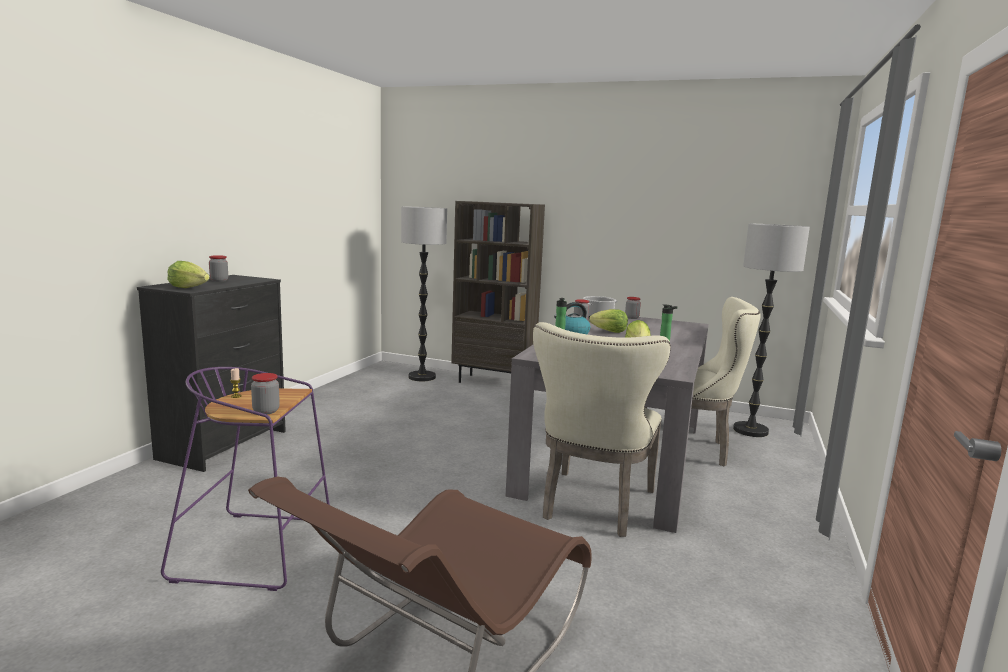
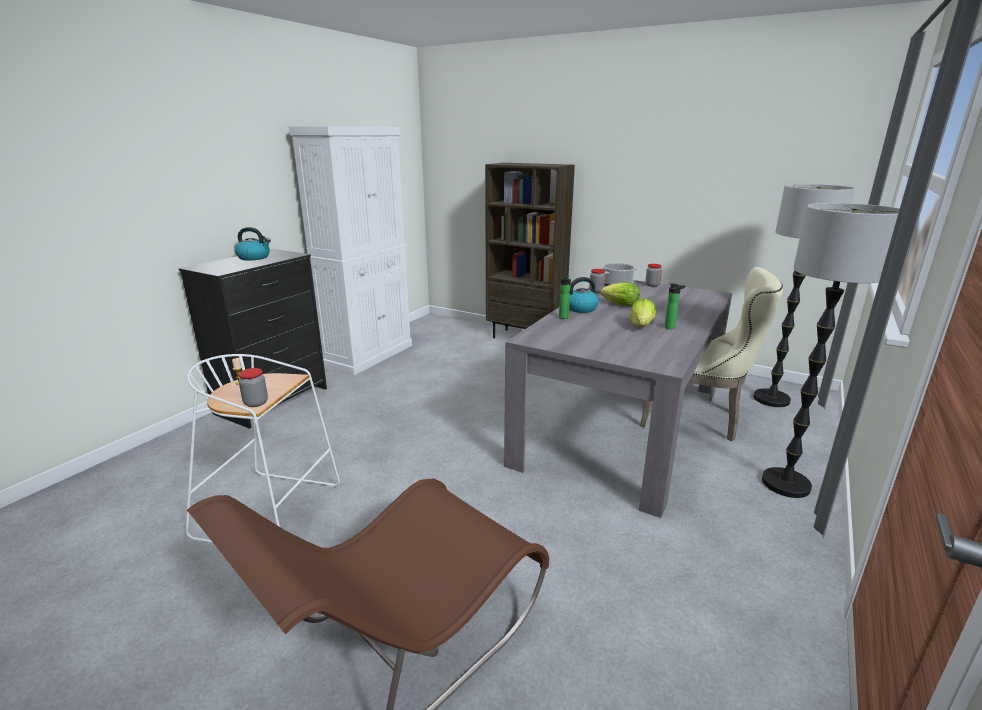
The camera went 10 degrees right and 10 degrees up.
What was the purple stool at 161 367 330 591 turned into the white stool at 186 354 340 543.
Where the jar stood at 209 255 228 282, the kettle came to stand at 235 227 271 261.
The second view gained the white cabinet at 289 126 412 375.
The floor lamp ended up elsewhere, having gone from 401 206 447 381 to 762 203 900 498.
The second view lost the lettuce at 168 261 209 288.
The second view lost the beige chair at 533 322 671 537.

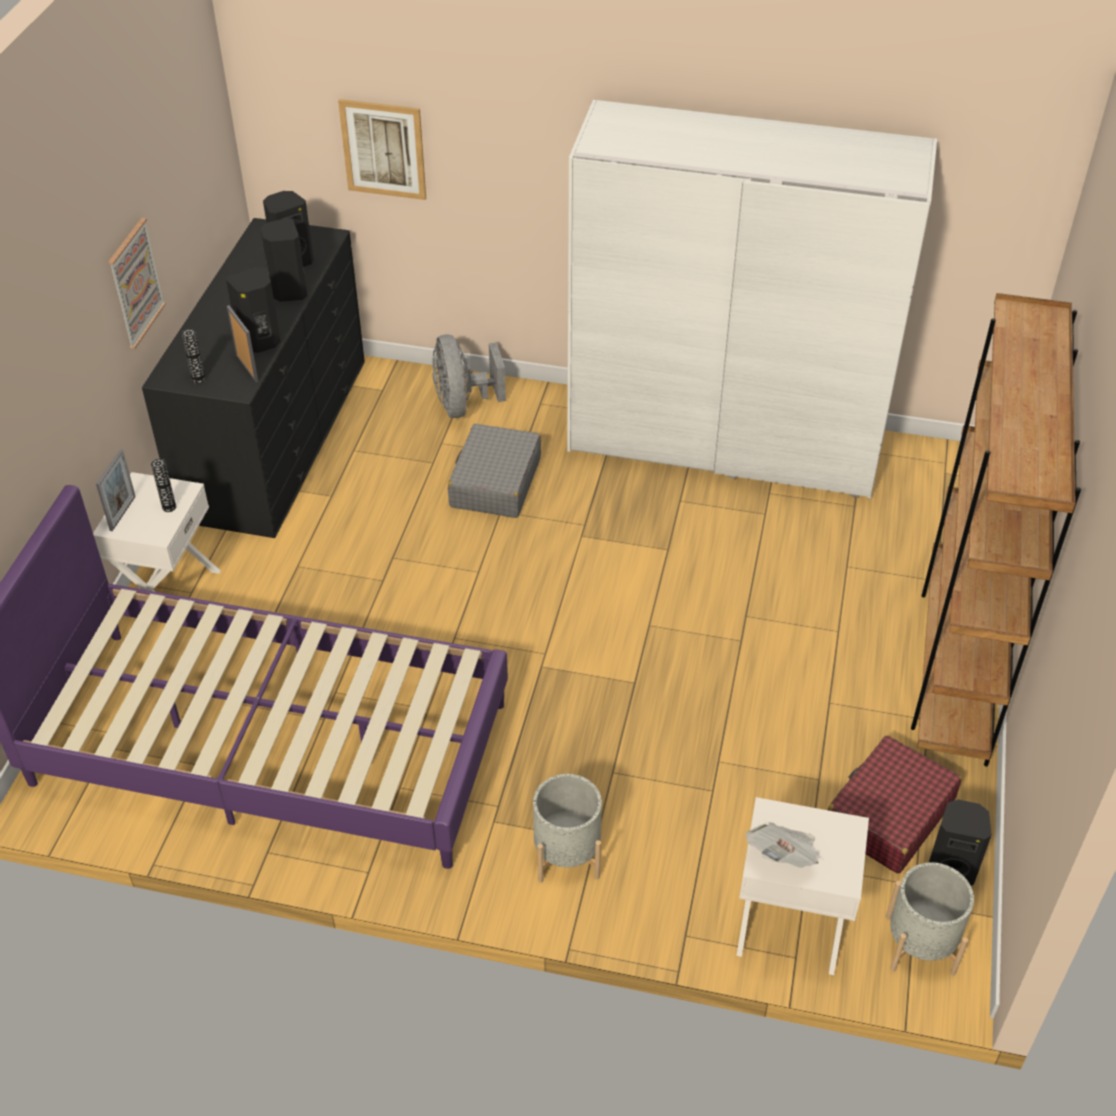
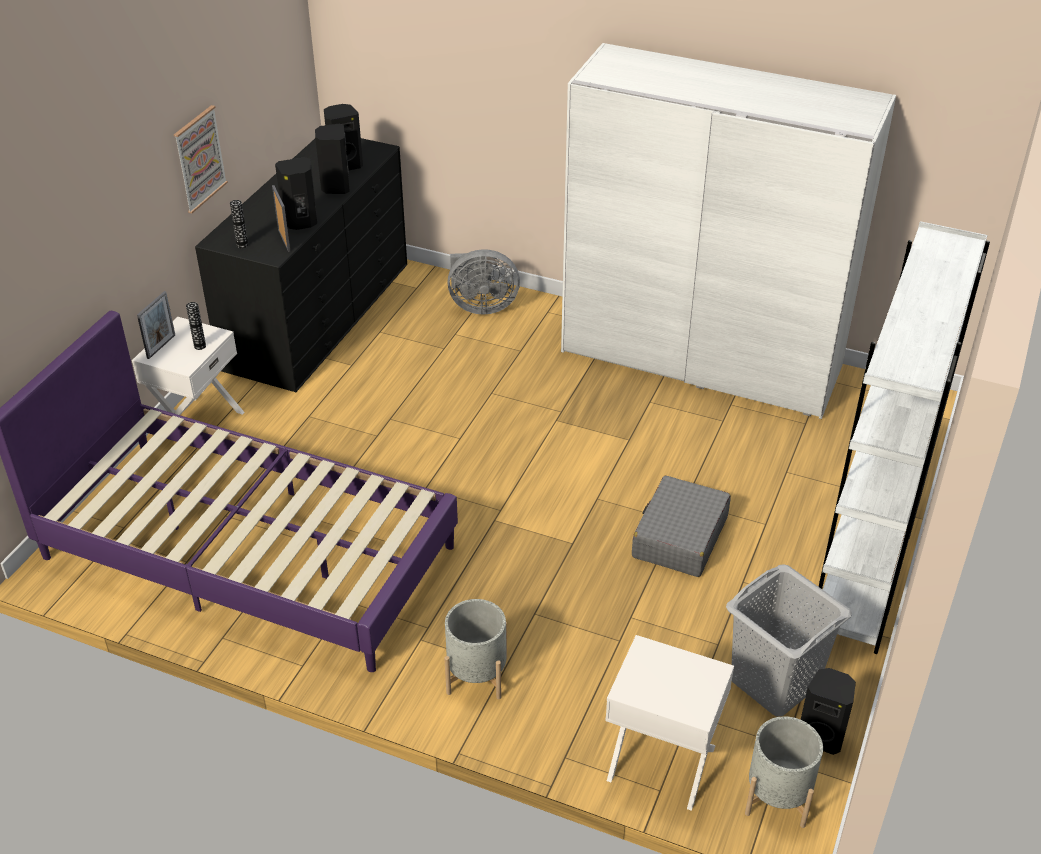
The camera went 10 degrees right and 5 degrees down.
The grey fan at 432 334 506 418 ended up facing another way, 90 degrees counterclockwise from before.
The grey suitcase ended up elsewhere, having gone from 448 424 541 518 to 632 476 731 577.
Where the red suitcase stood at 827 735 961 874, the grey laundry basket came to stand at 726 564 852 717.
What was the brown bookcase at 911 293 1081 767 turned into the white bookcase at 819 221 990 654.
The second view lost the picture at 338 99 426 200.
The second view lost the newspaper at 746 822 819 868.

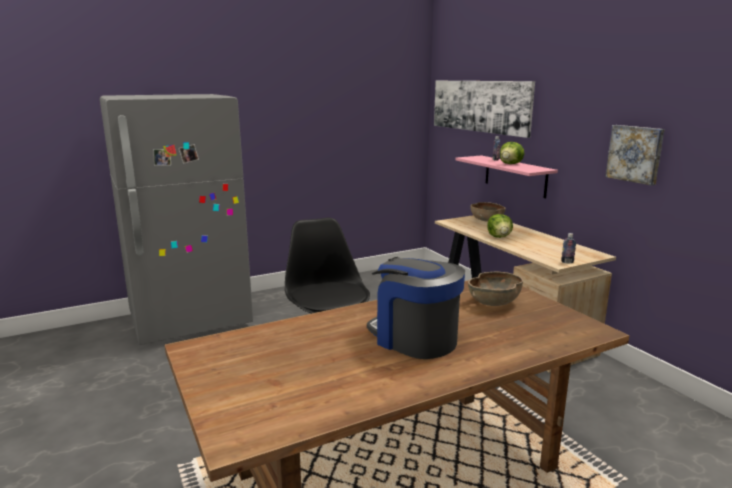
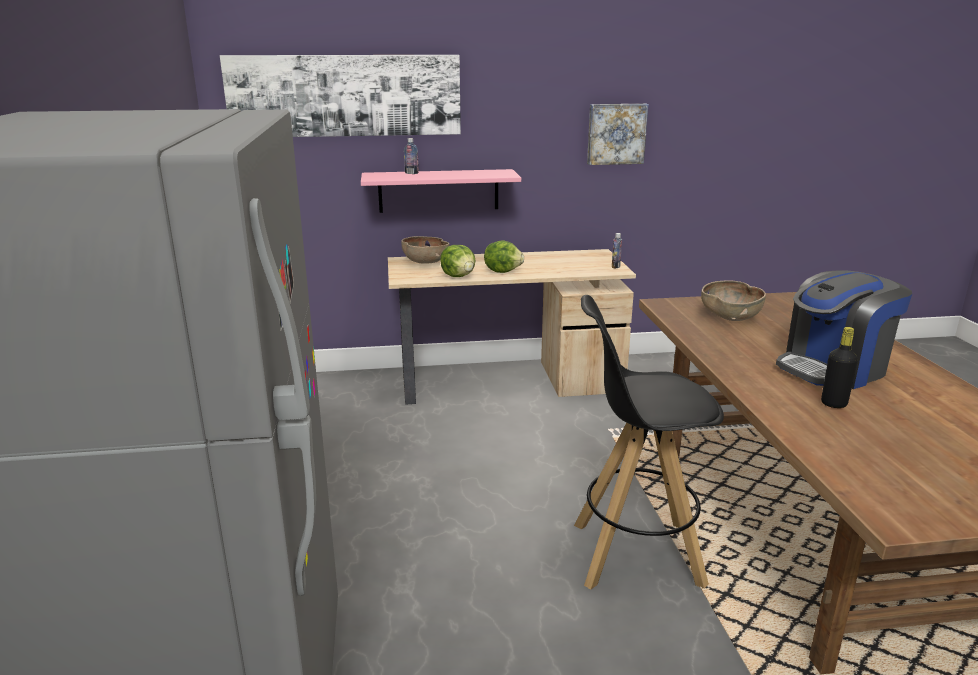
The camera went 70 degrees left and 5 degrees up.
The lettuce ended up elsewhere, having gone from 500 142 524 164 to 440 245 476 277.
The second view gained the black bottle at 821 327 858 408.

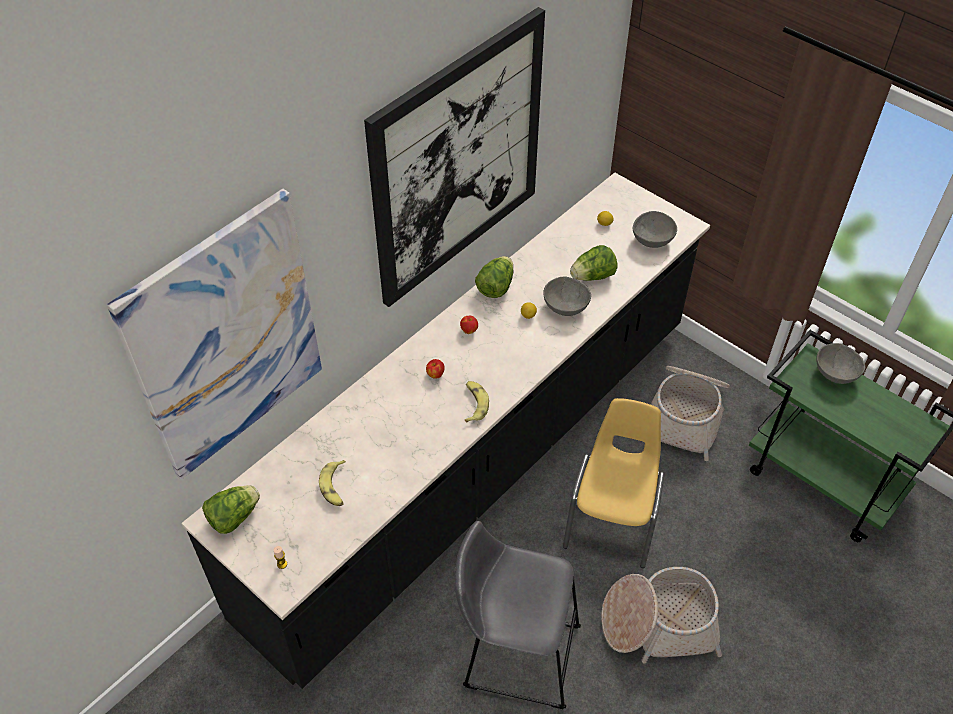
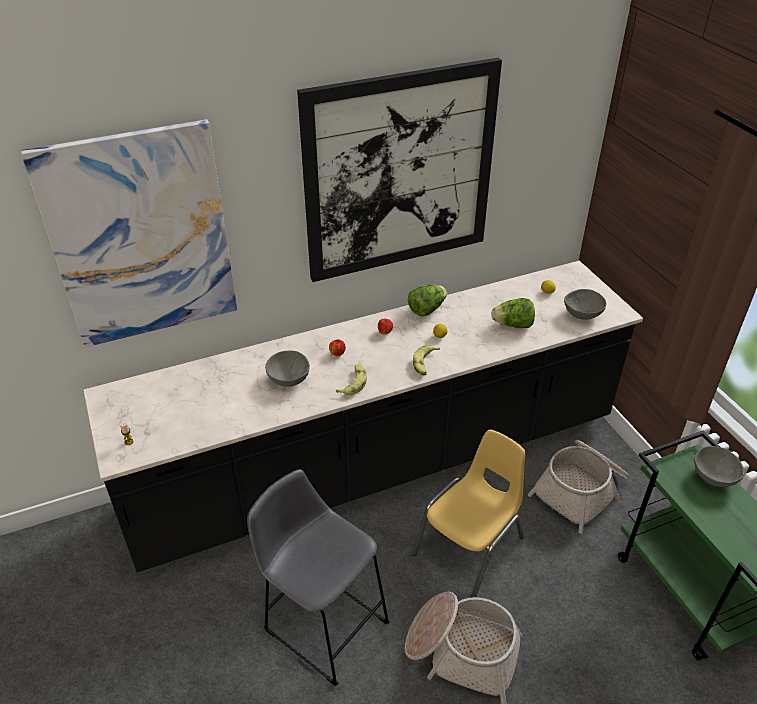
The camera went 25 degrees right and 10 degrees down.
The grey bowl ended up elsewhere, having gone from 543 277 591 316 to 265 351 310 387.
The banana ended up elsewhere, having gone from 319 460 346 506 to 413 345 440 375.
The second view lost the lettuce at 202 485 260 534.

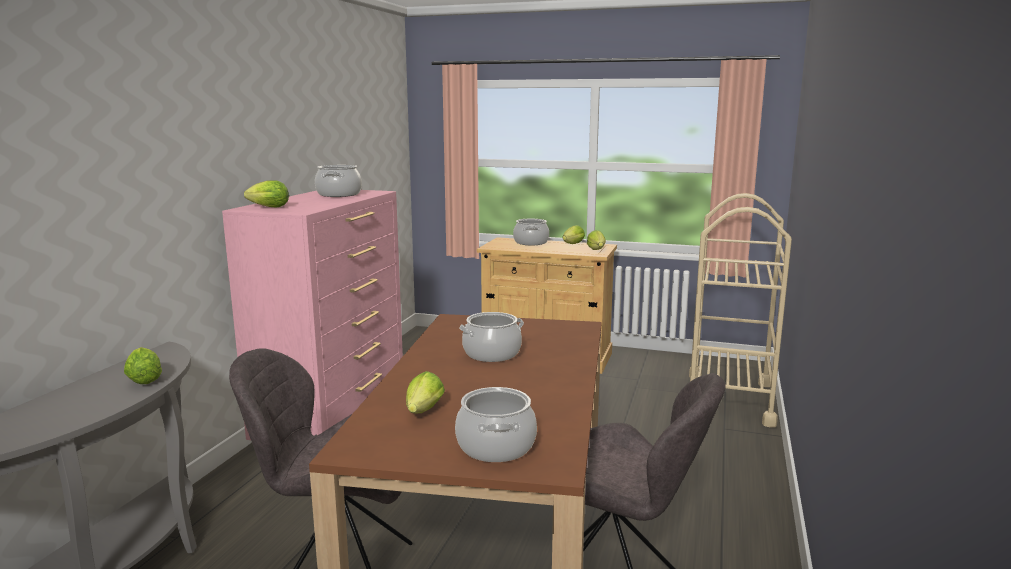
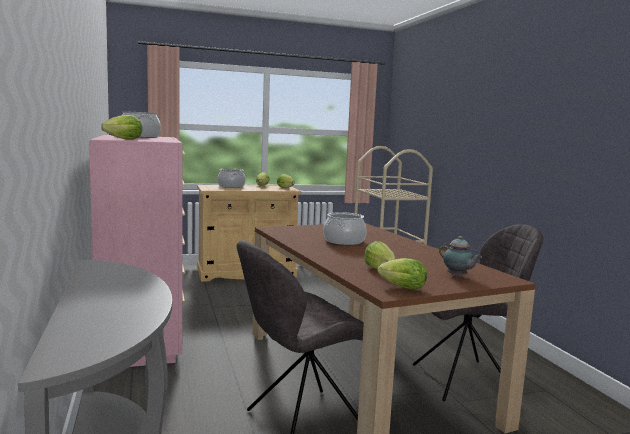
The camera went 35 degrees left and 5 degrees down.
The lettuce ended up elsewhere, having gone from 124 347 162 384 to 377 258 427 290.
Where the cooking pot stood at 455 387 537 462, the teapot came to stand at 439 236 482 277.

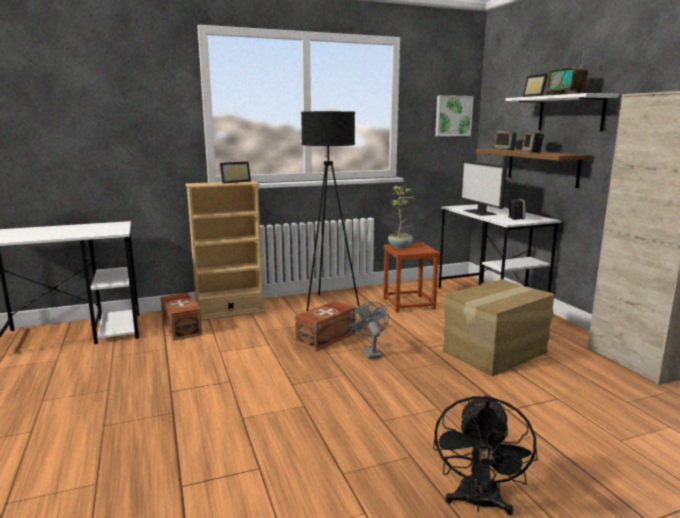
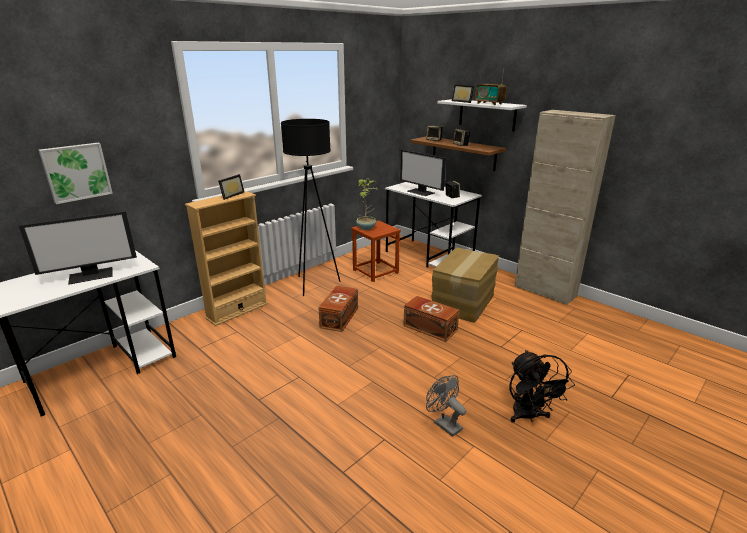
The camera went 25 degrees left and 10 degrees up.
The second view gained the monitor at 19 211 137 285.
The picture ended up elsewhere, having gone from 435 95 473 136 to 39 143 113 204.
The brown storage box ended up elsewhere, having gone from 160 293 202 341 to 403 296 459 342.
The grey fan ended up elsewhere, having gone from 349 302 389 359 to 426 375 466 437.

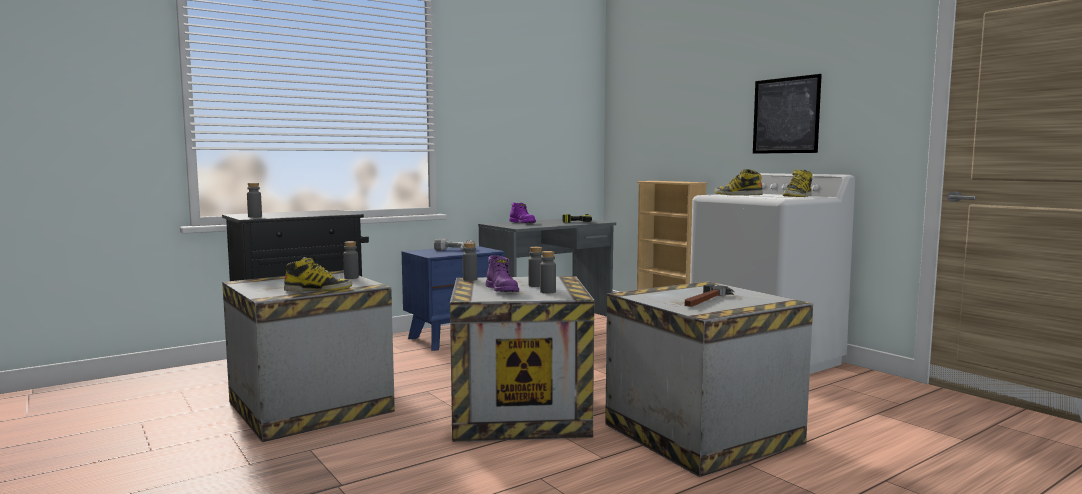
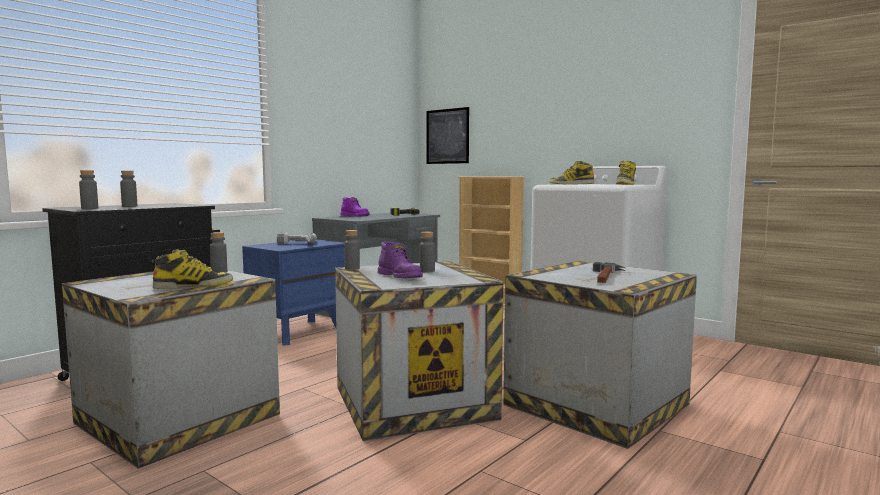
The camera went 15 degrees left and 0 degrees up.
The grey bottle ended up elsewhere, having gone from 540 251 556 293 to 120 171 137 207.
The picture ended up elsewhere, having gone from 753 74 822 154 to 426 107 469 164.

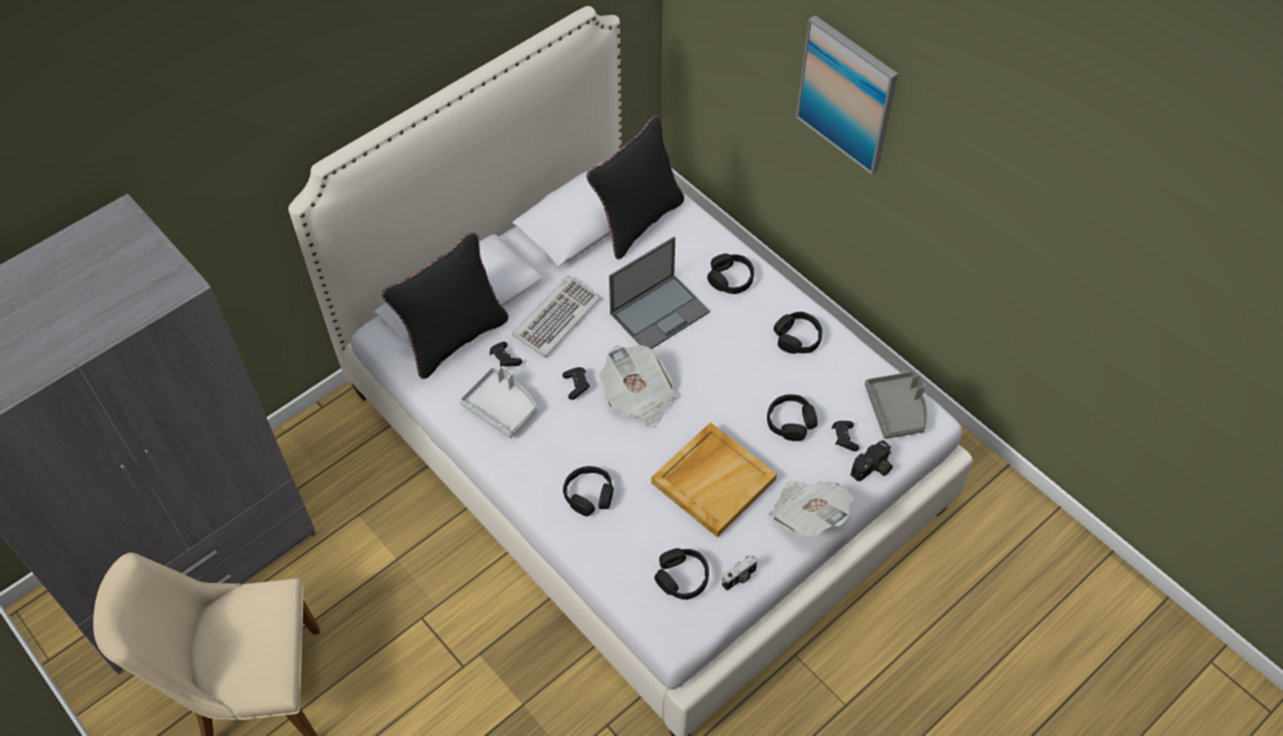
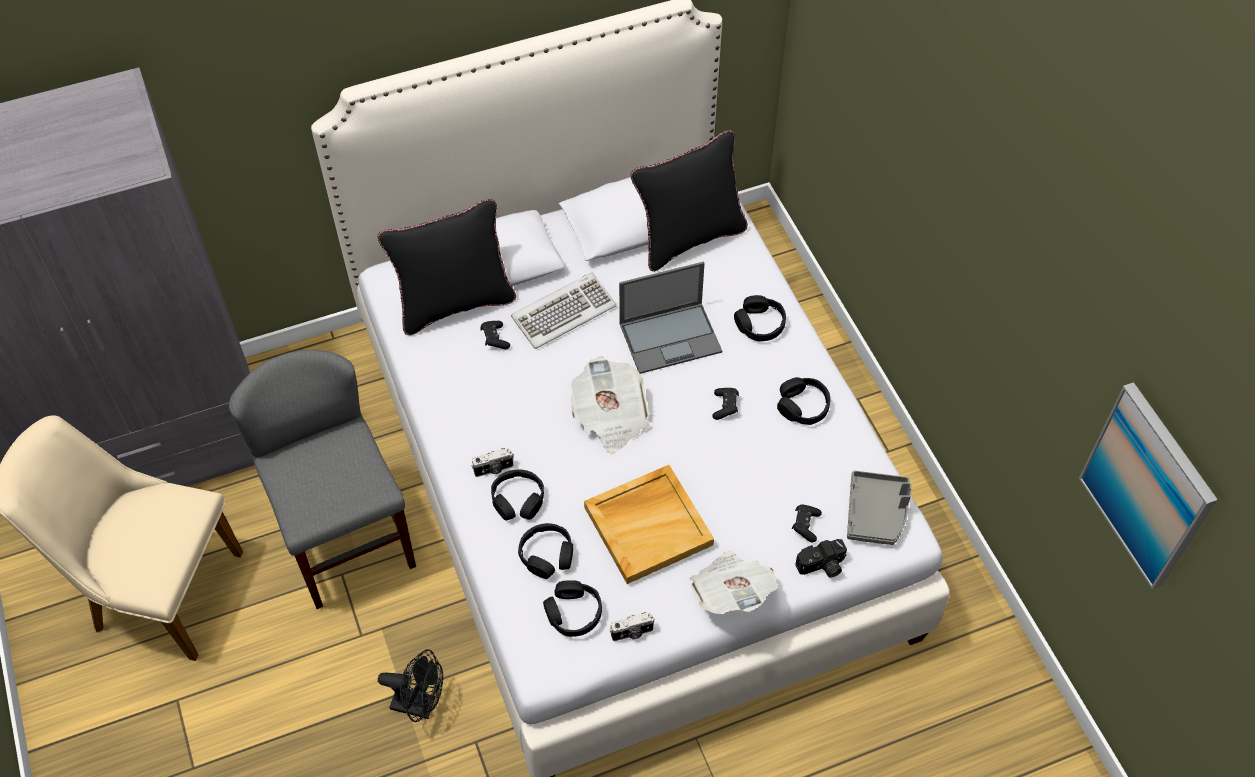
The camera went 20 degrees right and 0 degrees up.
The second view gained the grey chair at 229 350 416 609.
The second view gained the black fan at 378 650 443 722.
The second view gained the photo camera at 471 448 514 477.
The black headphones ended up elsewhere, having gone from 767 394 818 441 to 518 523 573 579.
The black game controller ended up elsewhere, having gone from 562 367 590 400 to 712 388 739 420.
The picture ended up elsewhere, having gone from 796 15 898 175 to 1079 382 1218 589.
The second view lost the grey tray at 459 366 537 438.

